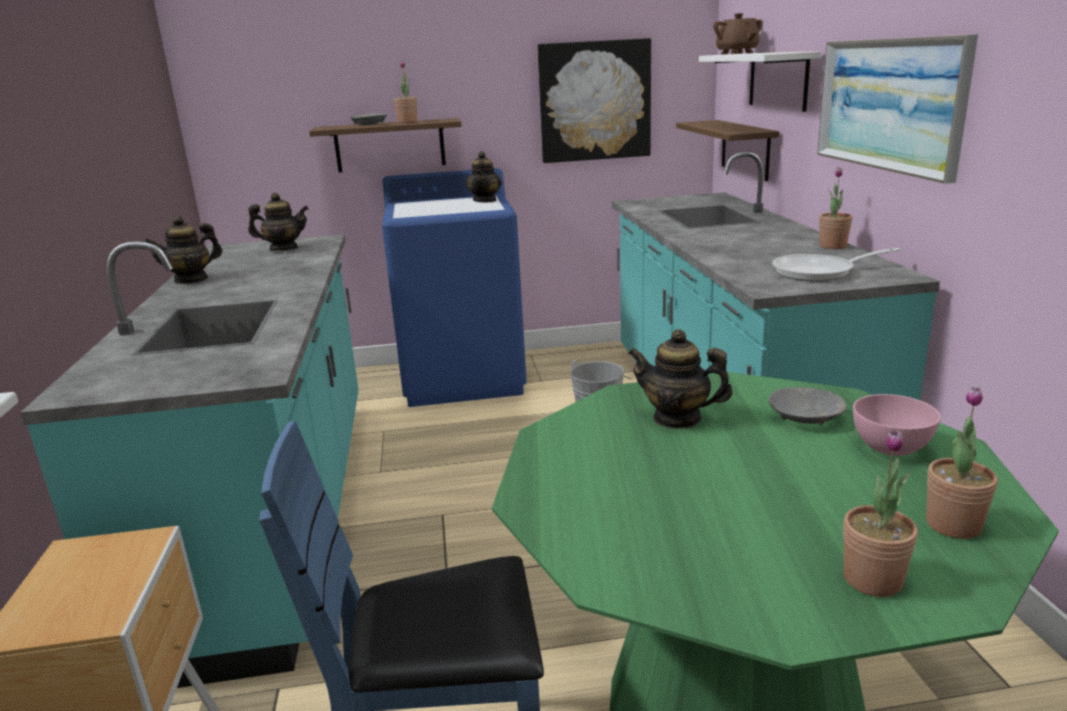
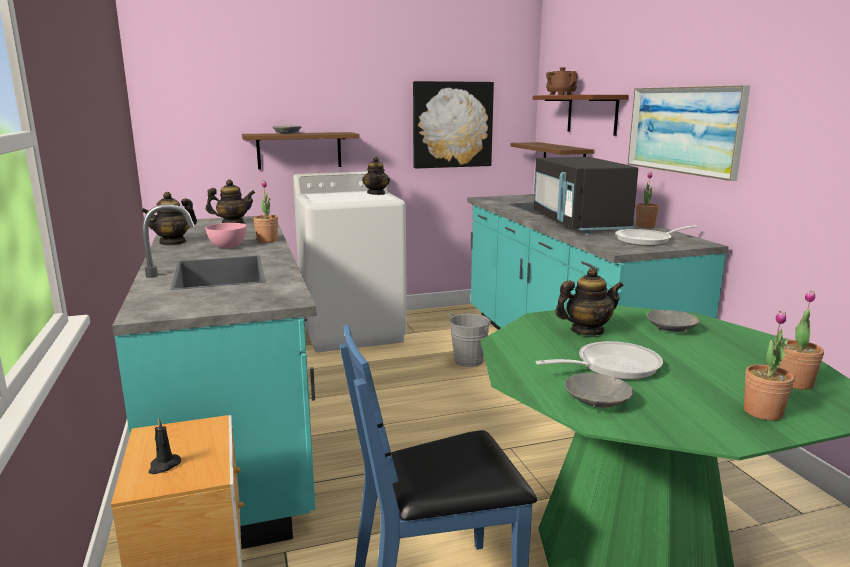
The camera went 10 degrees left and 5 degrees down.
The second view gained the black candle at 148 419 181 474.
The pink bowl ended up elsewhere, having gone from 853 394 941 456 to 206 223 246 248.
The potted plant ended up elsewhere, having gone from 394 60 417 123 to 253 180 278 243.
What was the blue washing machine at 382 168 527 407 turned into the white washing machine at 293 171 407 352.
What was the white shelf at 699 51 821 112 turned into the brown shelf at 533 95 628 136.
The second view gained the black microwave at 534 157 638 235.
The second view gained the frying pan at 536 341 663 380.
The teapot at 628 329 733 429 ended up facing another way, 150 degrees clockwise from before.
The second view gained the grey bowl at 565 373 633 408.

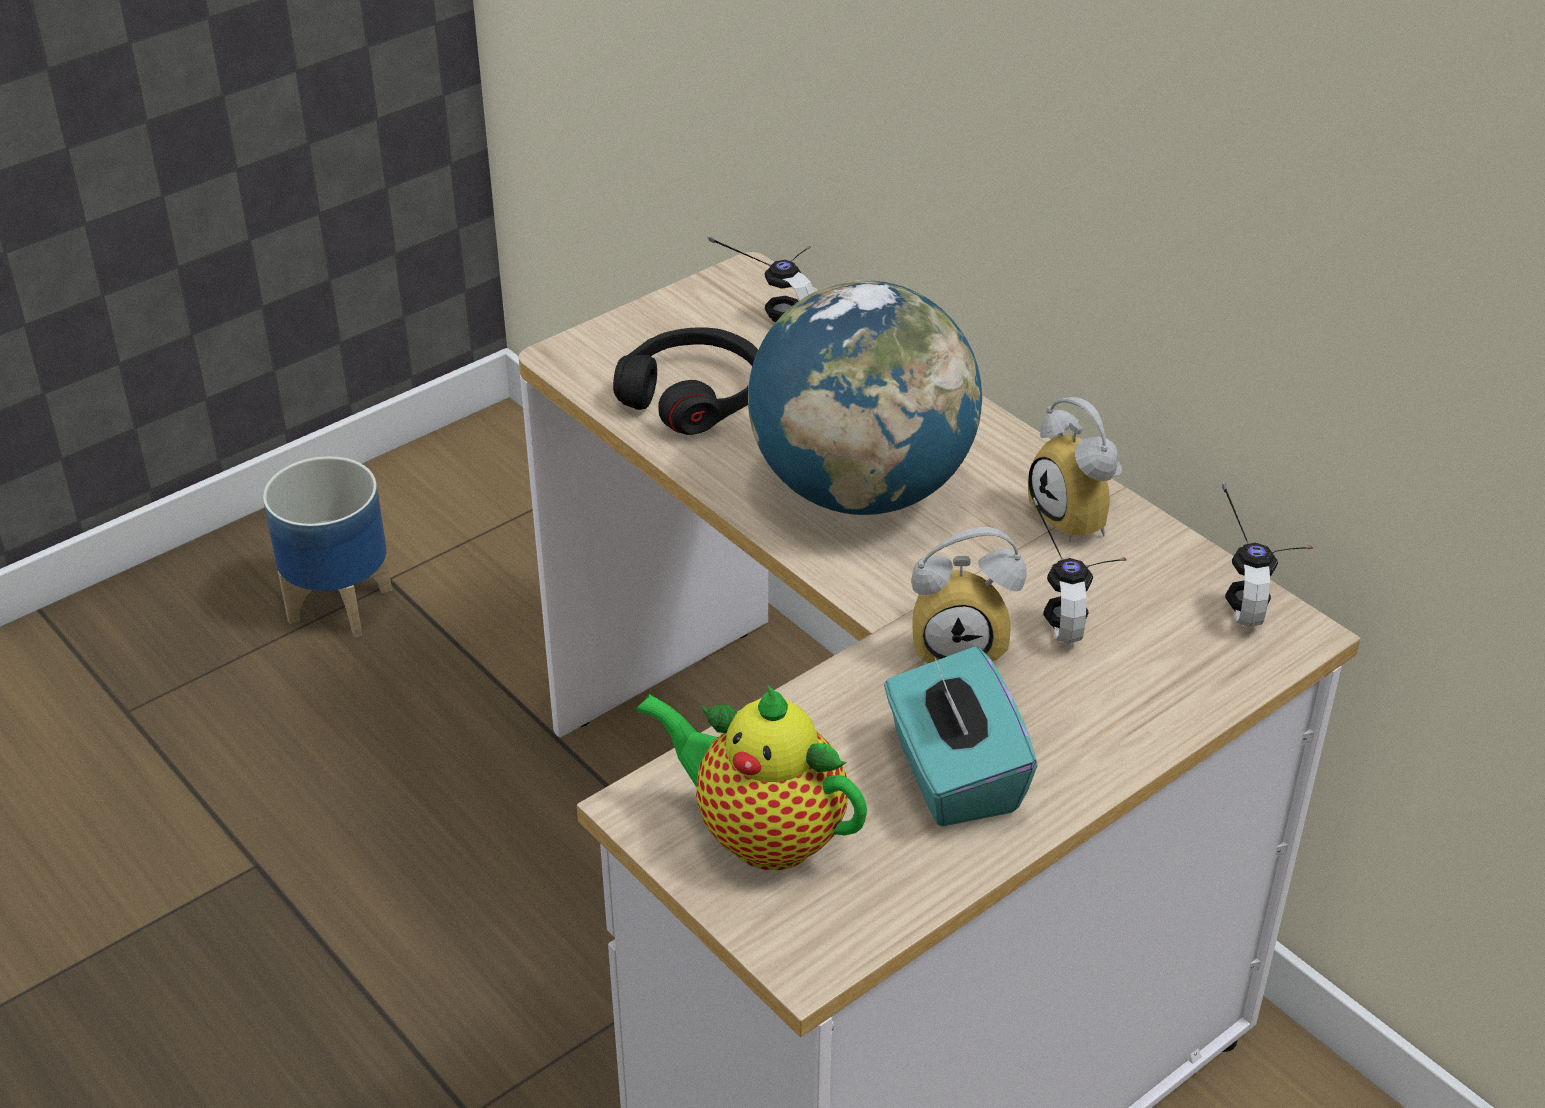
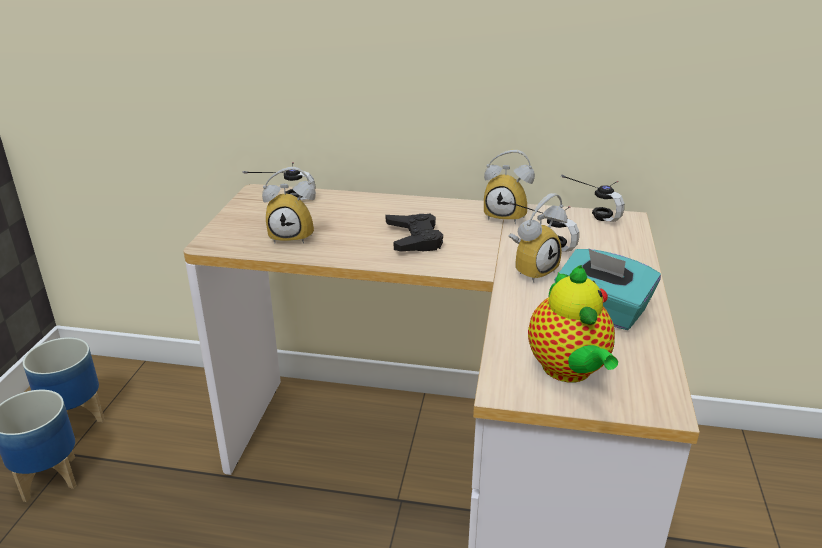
The camera went 40 degrees left and 10 degrees down.
The second view gained the planter at 23 337 104 422.
Where the black headphones stood at 613 327 758 435, the alarm clock came to stand at 262 167 316 244.
Where the globe stood at 748 280 982 515, the black game controller came to stand at 386 213 443 251.
The teapot at 635 684 867 870 ended up facing another way, 90 degrees counterclockwise from before.

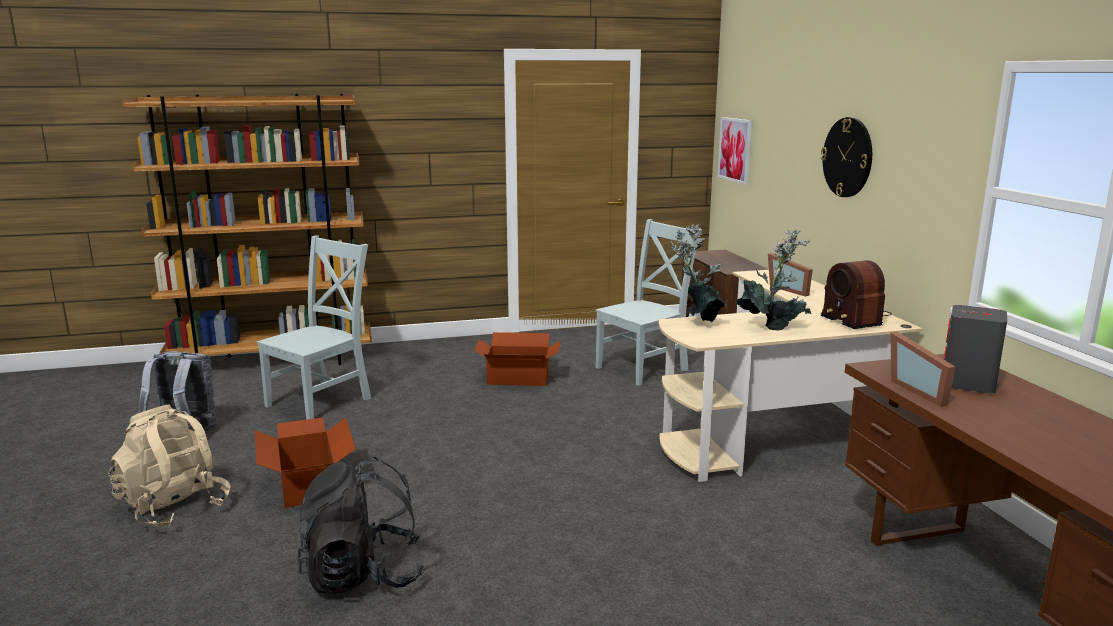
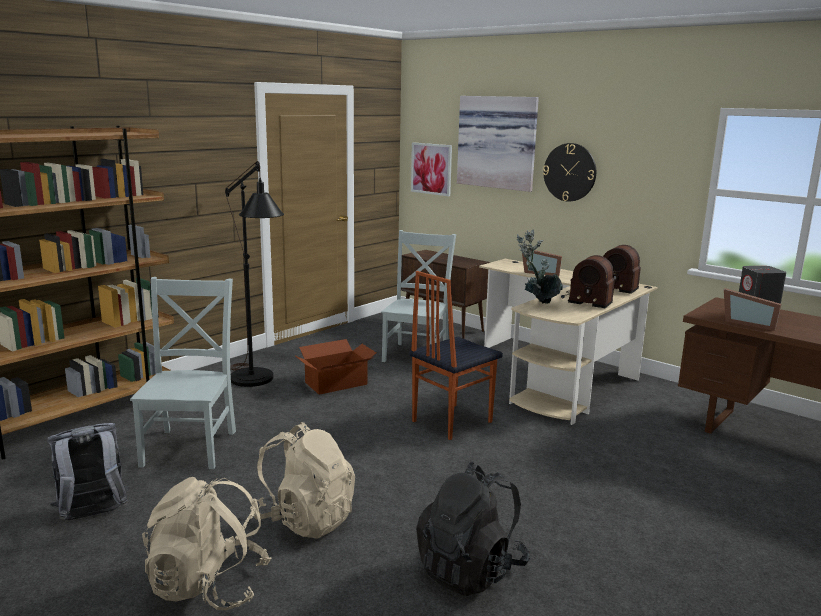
The camera went 35 degrees left and 0 degrees up.
The second view gained the black floor lamp at 225 161 284 387.
Where the cardboard box stood at 255 417 356 508, the beige backpack came to stand at 250 422 355 539.
The second view gained the chair at 410 271 503 440.
The second view gained the picture at 457 96 539 192.
Where the potted plant stood at 737 230 812 330, the radio came to stand at 561 255 615 308.

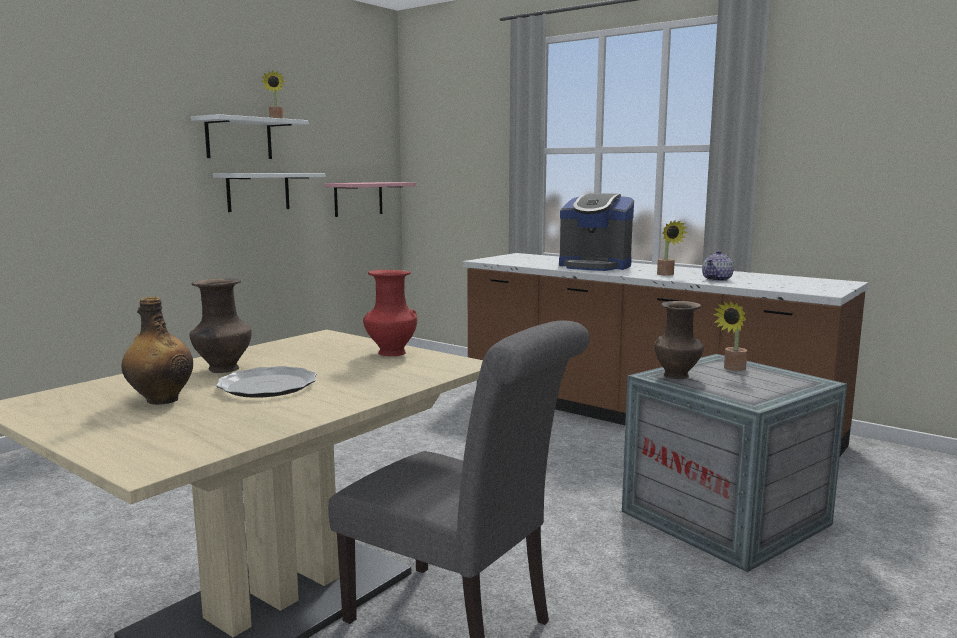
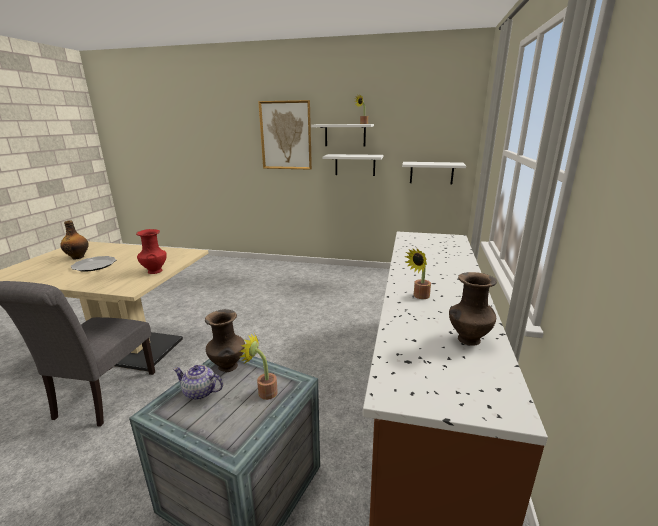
The camera went 65 degrees right and 10 degrees up.
The teapot ended up elsewhere, having gone from 702 251 734 281 to 173 365 223 400.
The second view gained the picture at 258 100 312 170.
What was the pink shelf at 324 182 416 217 turned into the white shelf at 402 162 466 184.
The brown vase ended up elsewhere, having gone from 190 278 252 373 to 449 272 497 346.
The second view lost the coffee machine at 559 193 634 271.

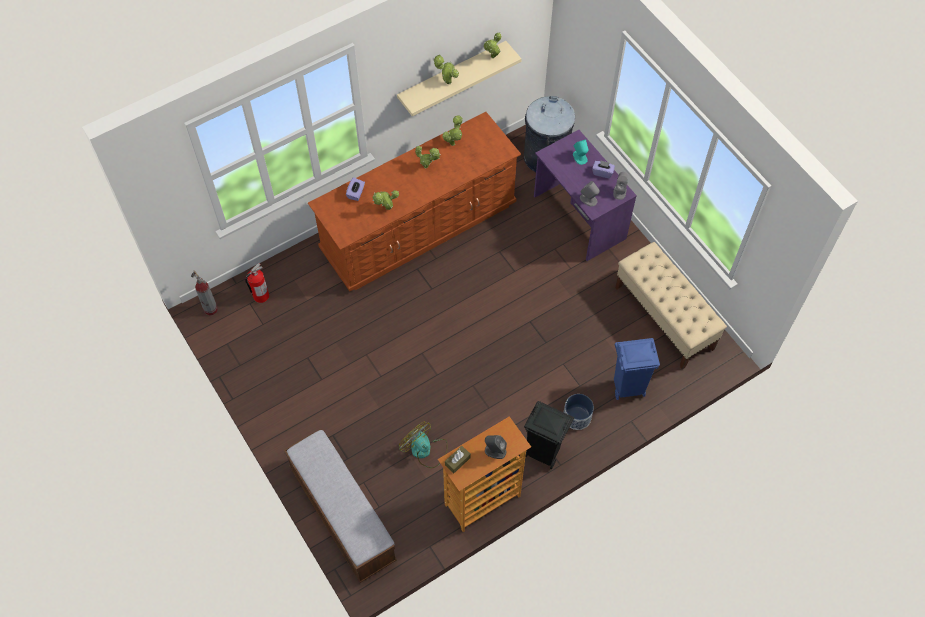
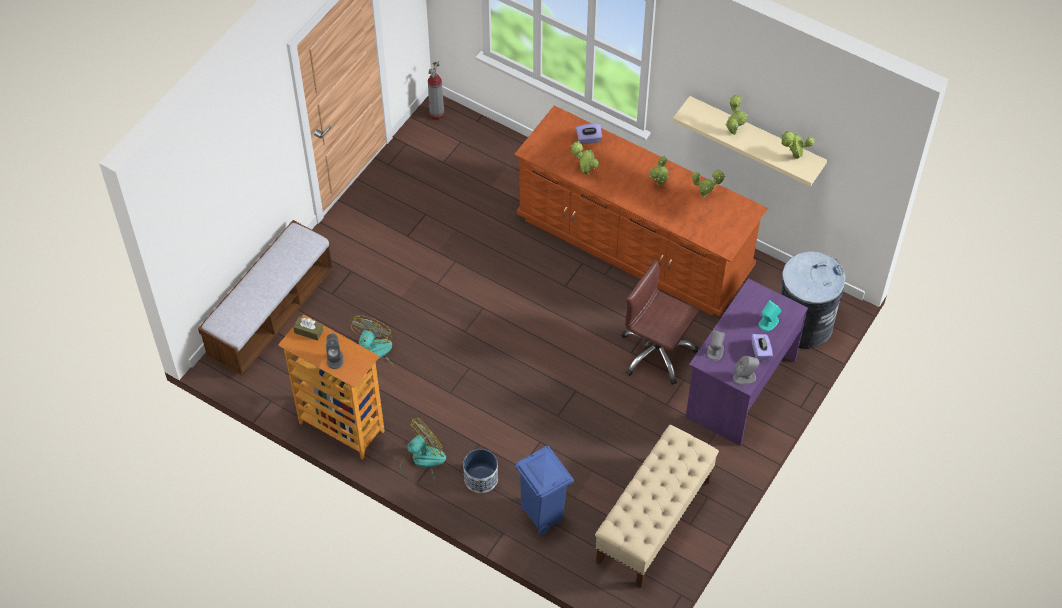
The camera went 65 degrees right and 5 degrees down.
Where the black trash can stood at 524 401 574 469, the fan came to stand at 399 418 446 485.
The second view gained the brown office chair at 621 260 699 385.
The second view lost the fire extinguisher at 245 263 269 303.

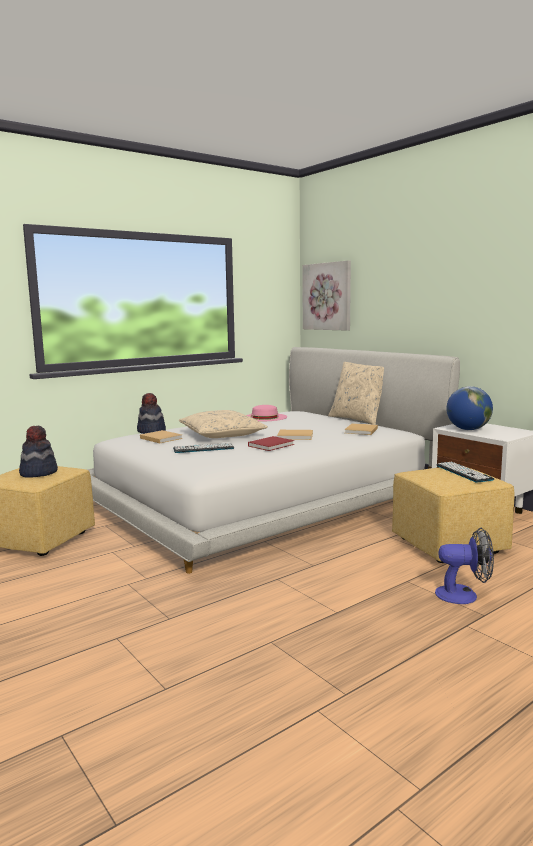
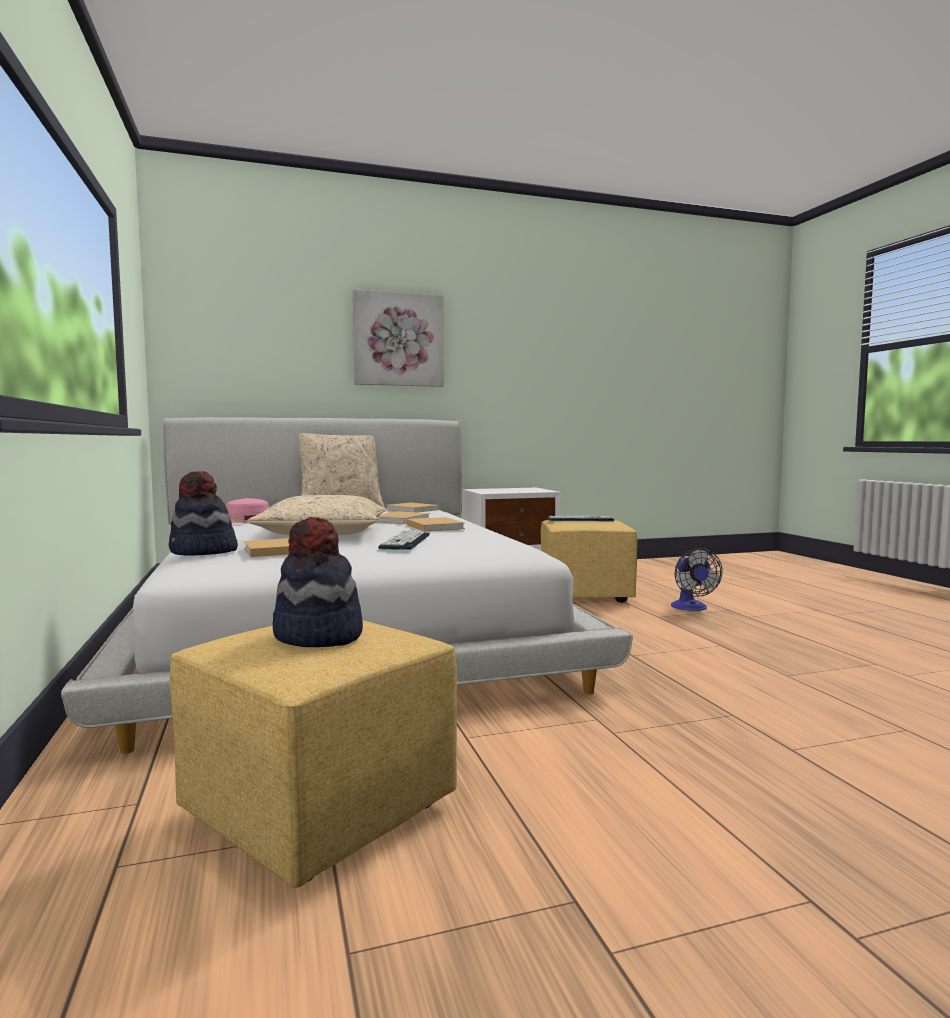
The camera went 70 degrees left and 5 degrees down.
The picture ended up elsewhere, having gone from 302 260 351 331 to 353 289 444 387.
What was the red book at 248 436 294 451 turned into the beige book at 407 517 465 531.
The fan at 435 528 494 604 ended up facing another way, 150 degrees clockwise from before.
The second view lost the globe at 446 386 493 430.

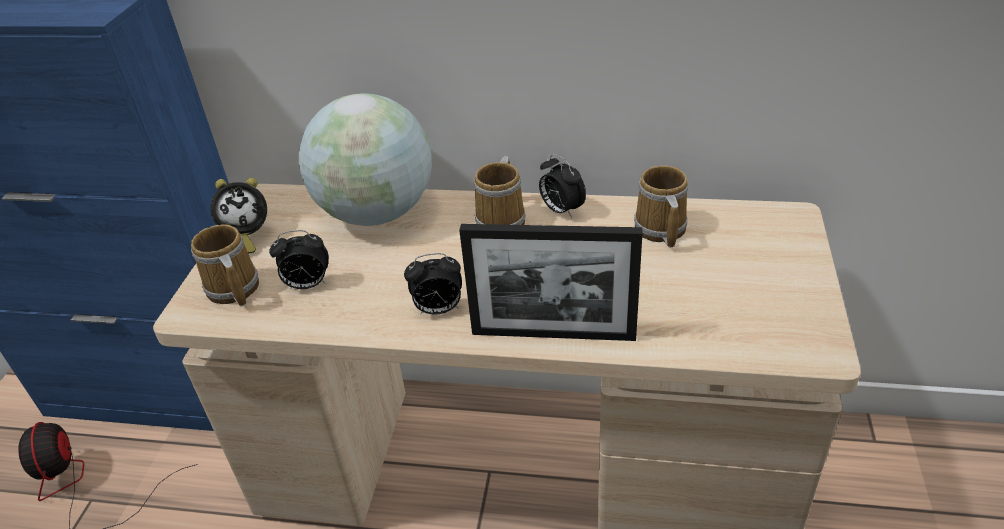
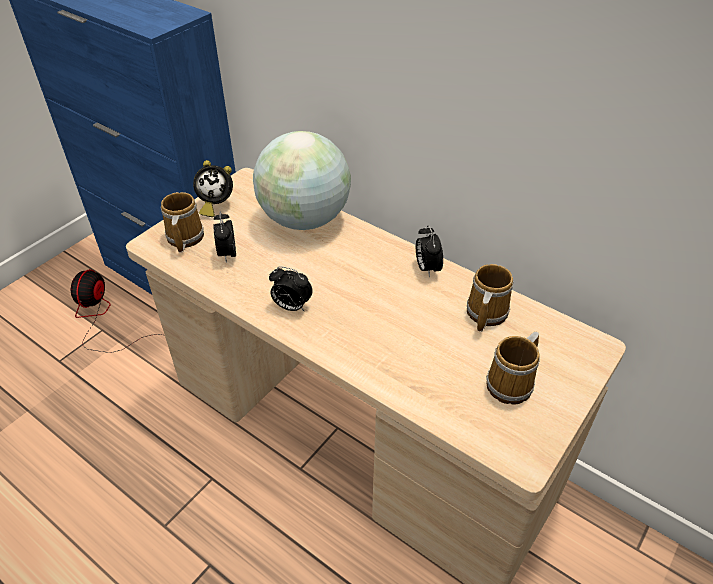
The camera went 25 degrees right and 5 degrees up.
The alarm clock at 269 230 329 289 ended up facing another way, 60 degrees clockwise from before.
The mug ended up elsewhere, having gone from 474 156 526 225 to 486 332 540 405.
The second view lost the picture frame at 459 224 642 341.

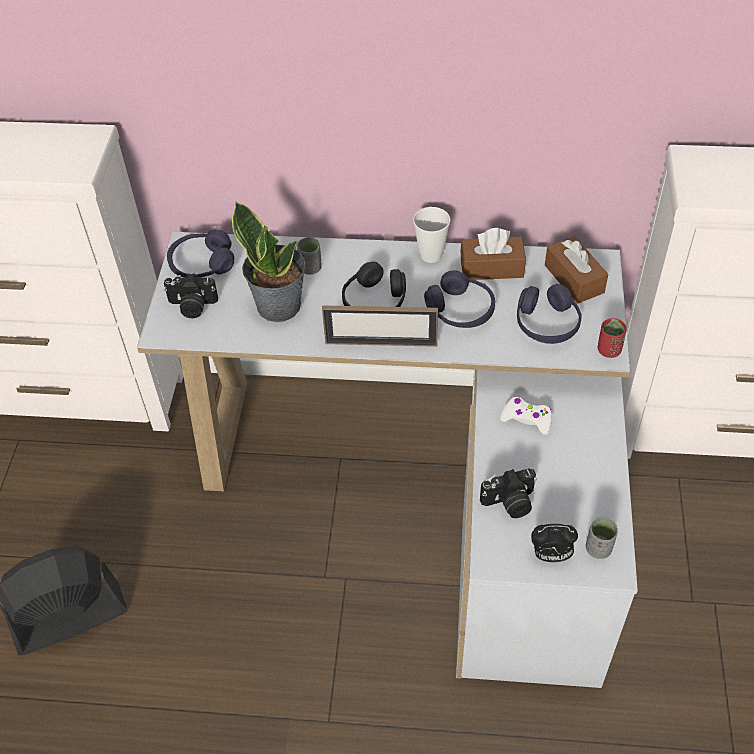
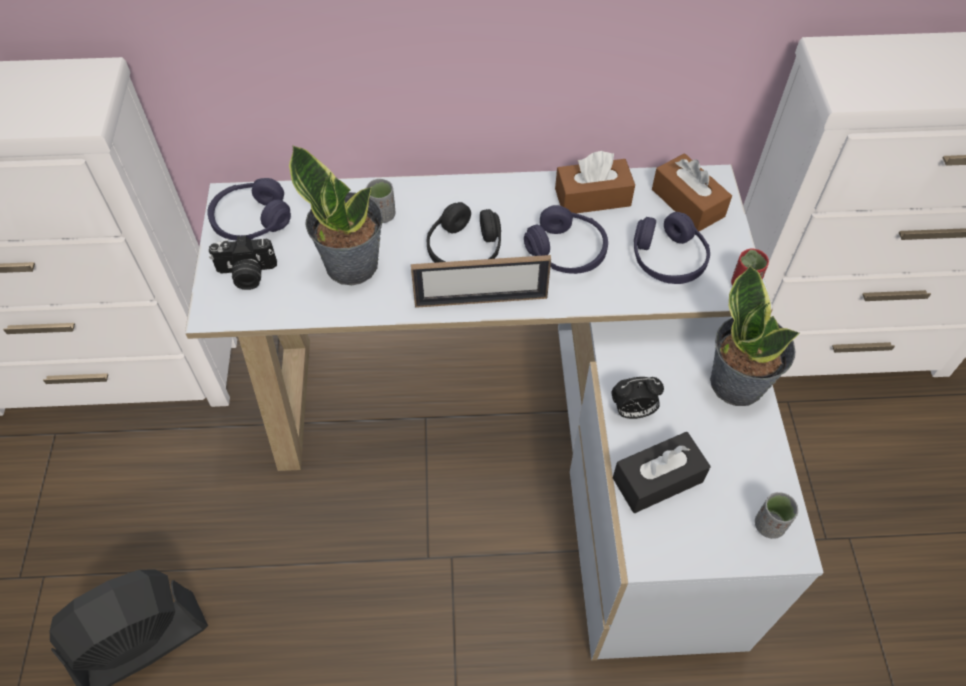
The camera went 10 degrees left and 5 degrees up.
The alarm clock ended up elsewhere, having gone from 531 524 578 562 to 611 377 664 419.
Where the photo camera stood at 480 468 537 518, the black tissue box came to stand at 613 432 711 513.
The second view gained the potted plant at 710 265 800 406.
The second view lost the cup at 413 207 450 263.
The second view lost the white game controller at 500 396 551 435.

